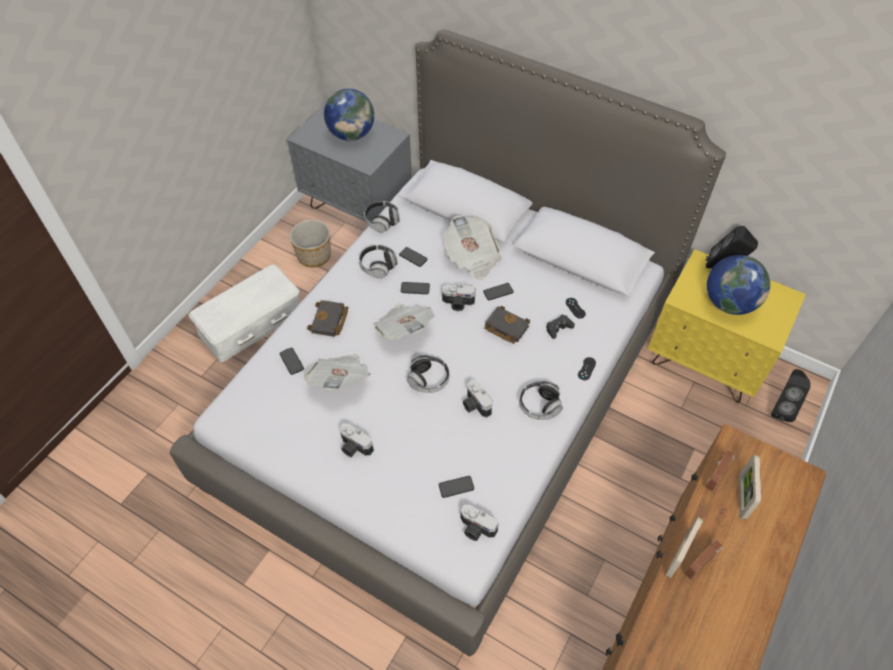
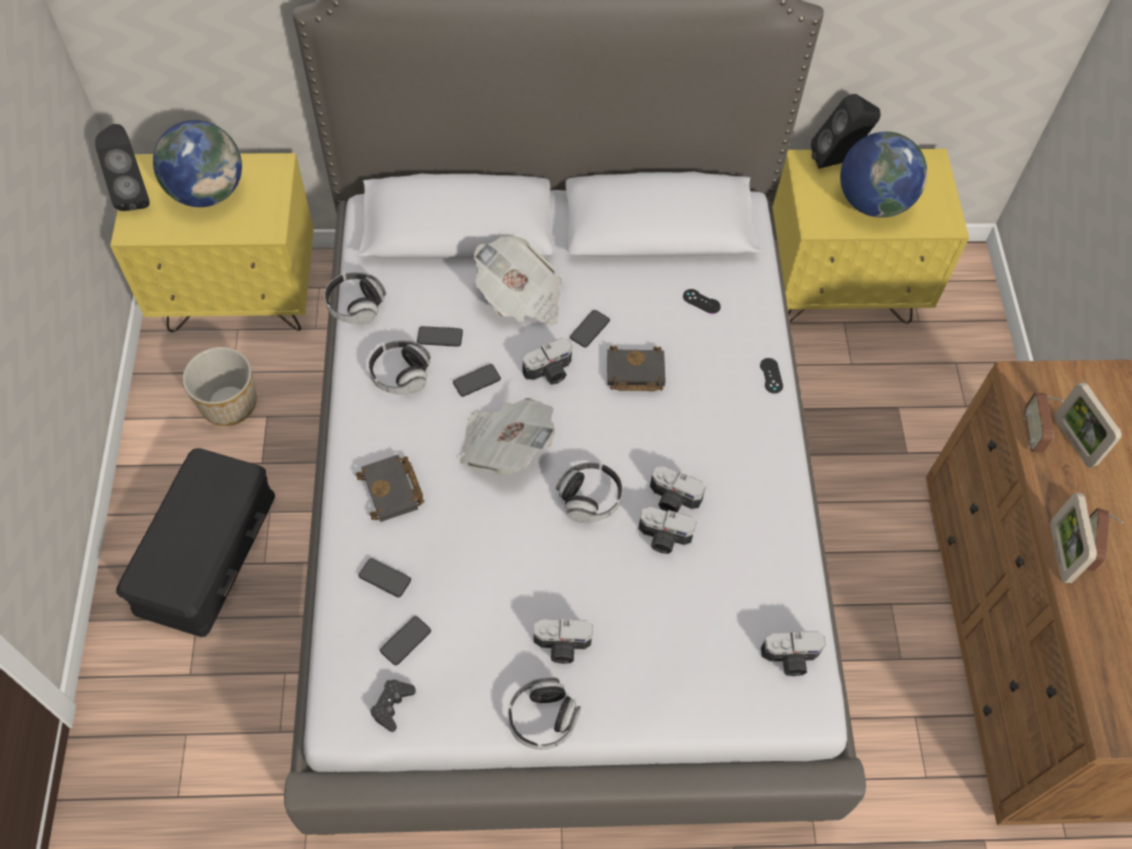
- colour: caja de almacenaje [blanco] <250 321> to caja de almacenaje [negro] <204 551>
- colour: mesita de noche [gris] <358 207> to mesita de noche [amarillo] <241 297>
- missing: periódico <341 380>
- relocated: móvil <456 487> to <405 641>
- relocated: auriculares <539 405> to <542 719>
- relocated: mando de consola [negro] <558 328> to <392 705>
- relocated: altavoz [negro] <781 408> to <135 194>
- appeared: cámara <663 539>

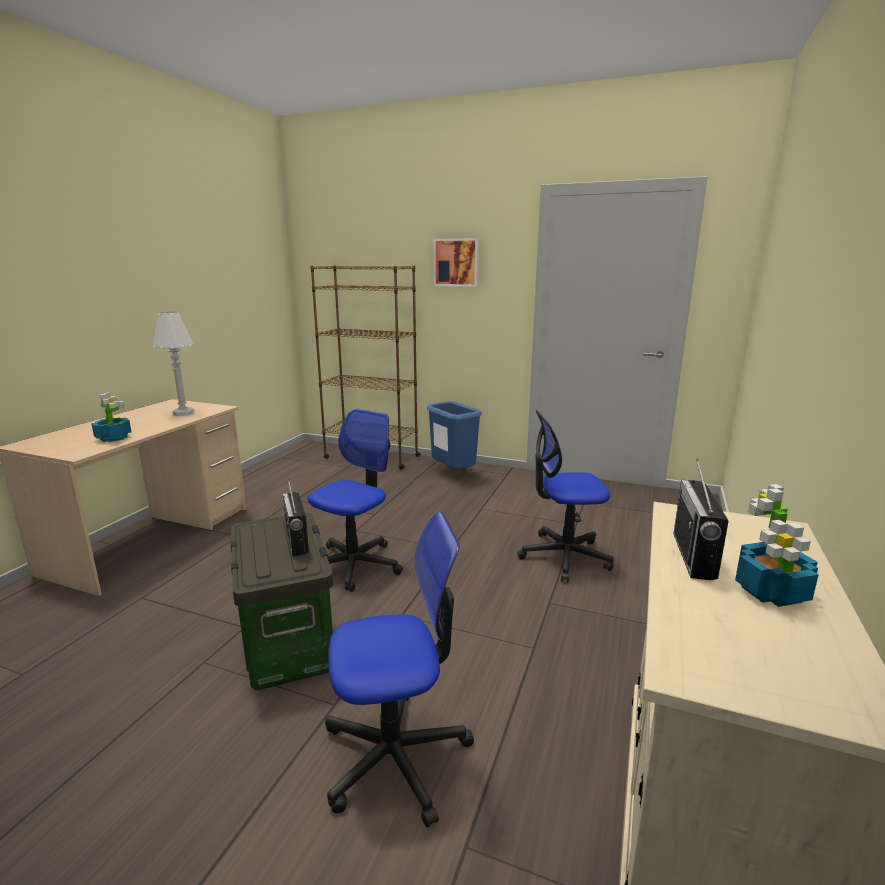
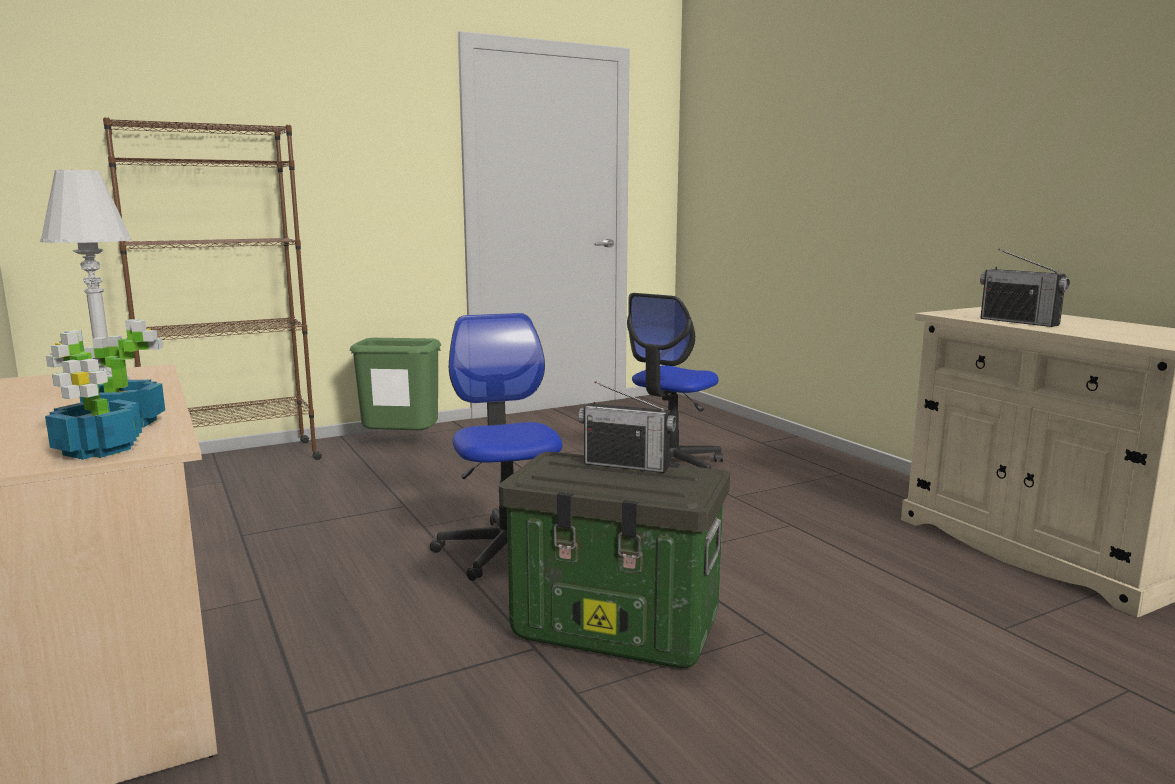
- missing: silla de oficina <395 756>
- colour: papelera [azul] <452 474> to papelera [verde] <400 445>
- missing: cuadro <456 262>
- relocated: planta en maceta <771 592> to <98 450>

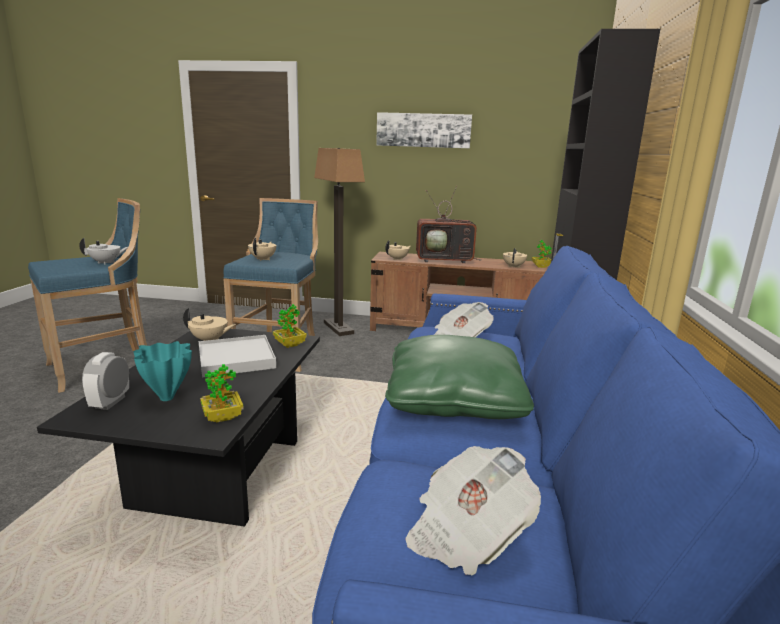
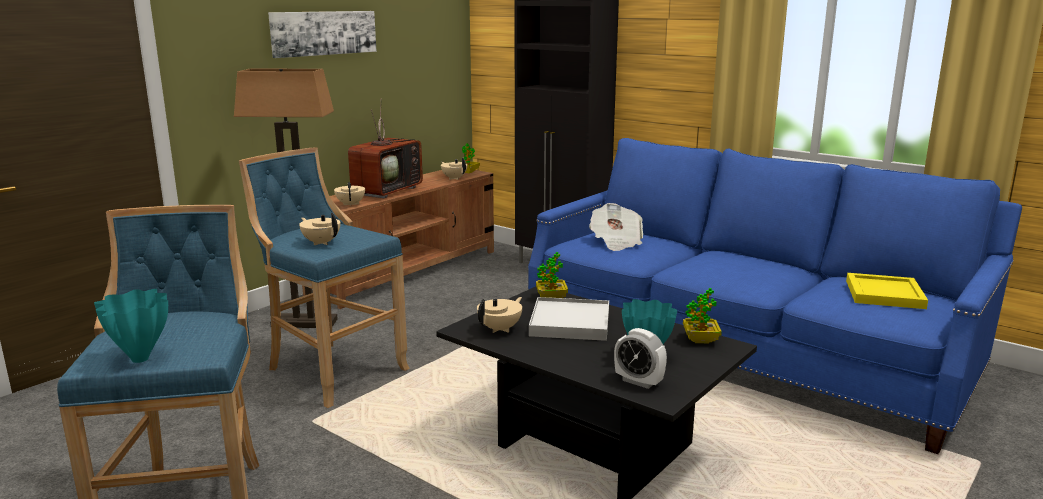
- missing: tetera [blanco] <106 263>
- missing: cojín [verde] <454 400>
- exchanged: periódico <466 533> to bandeja [amarillo] <885 294>
- appeared: florero [turquesa] <141 358>

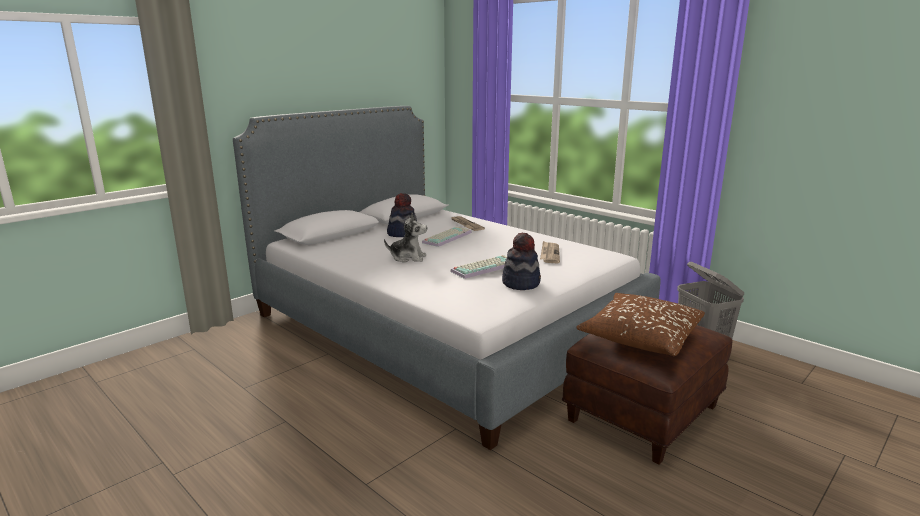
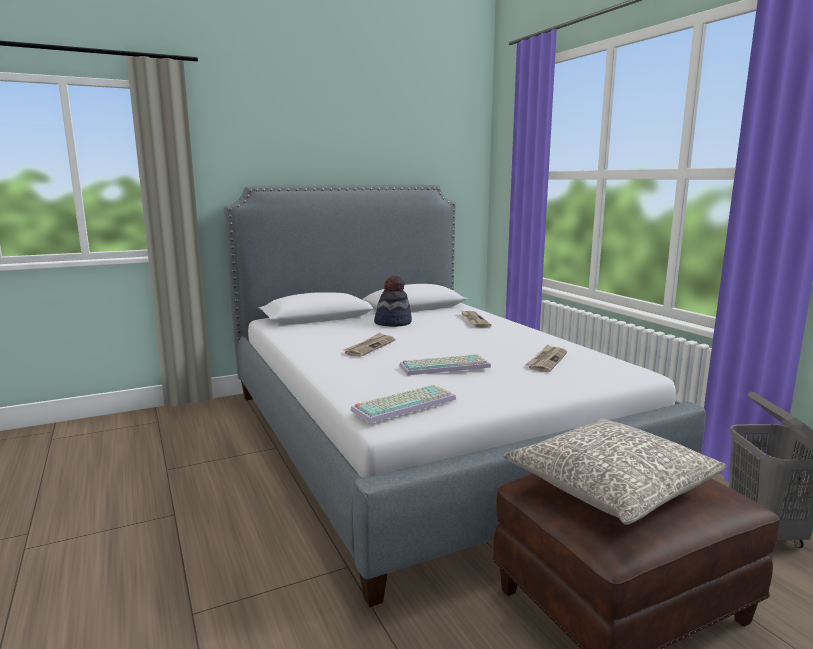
- exchanged: peluche <408 258> to periódico <370 347>
- relocated: teclado <447 237> to <404 404>
- missing: sombrero <521 283>
- colour: cojín [marrón] <641 336> to cojín [gris] <611 486>

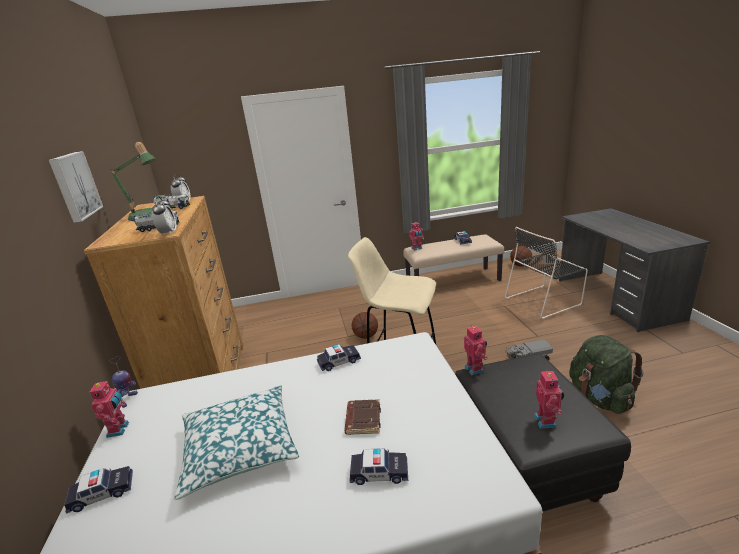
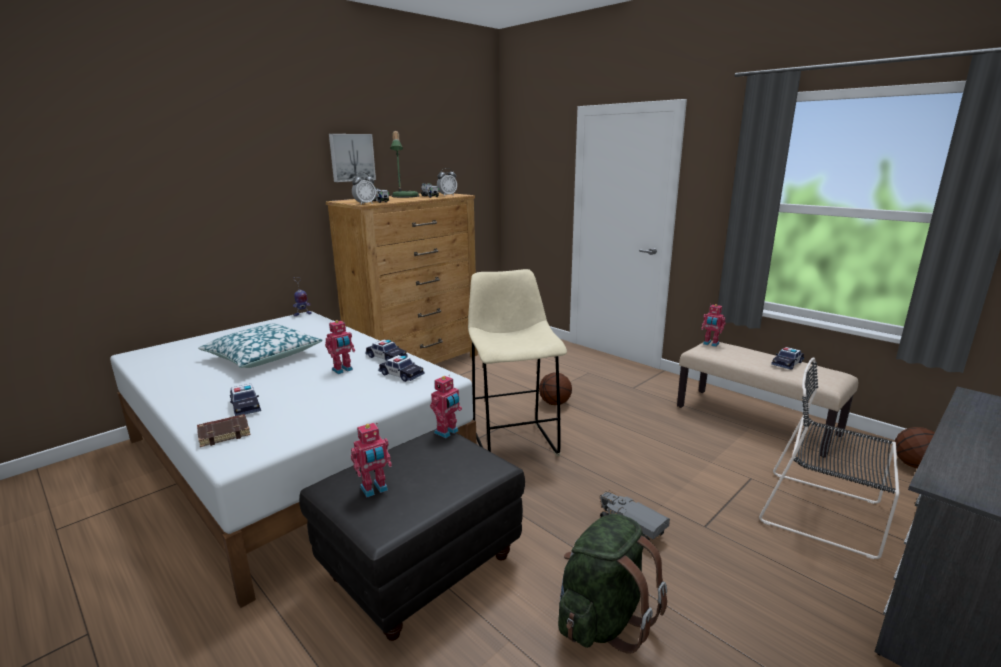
- relocated: coche de juguete <102 493> to <401 374>
- relocated: robot de juguete <119 429> to <343 370>
- relocated: libro [marrón] <362 419> to <224 433>

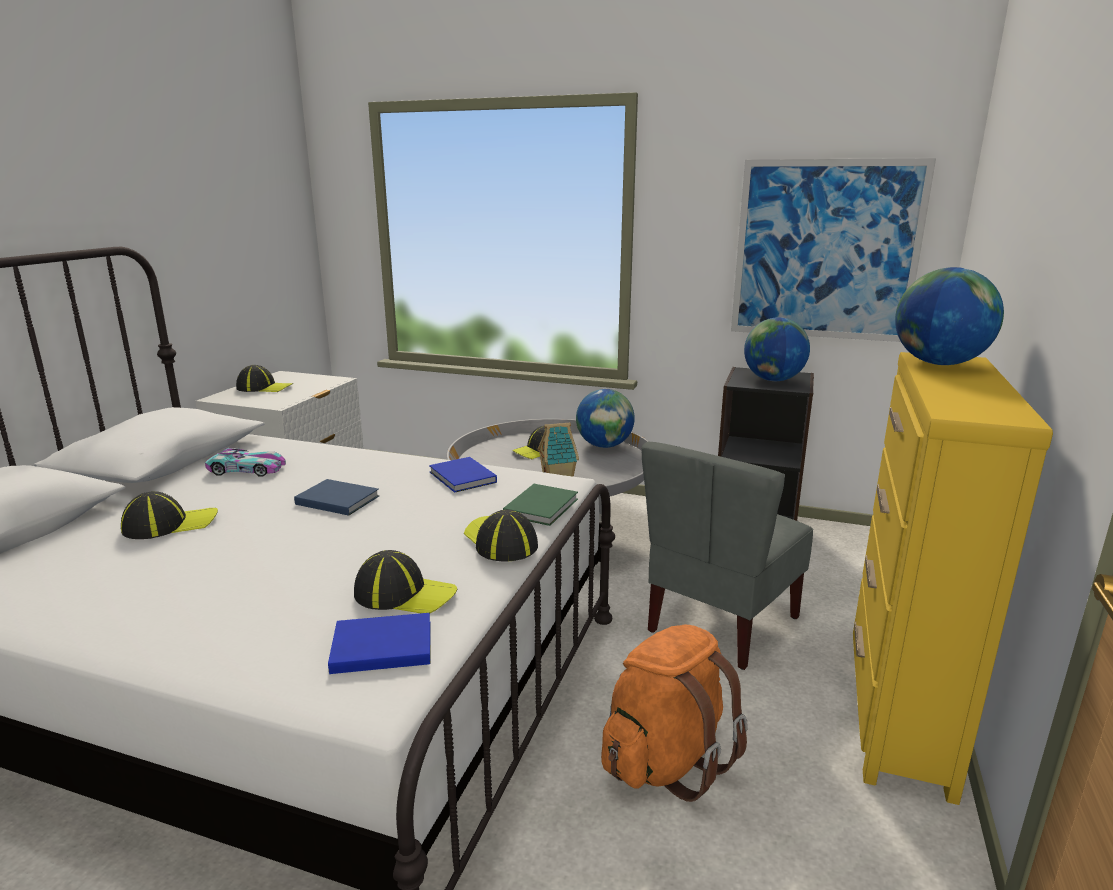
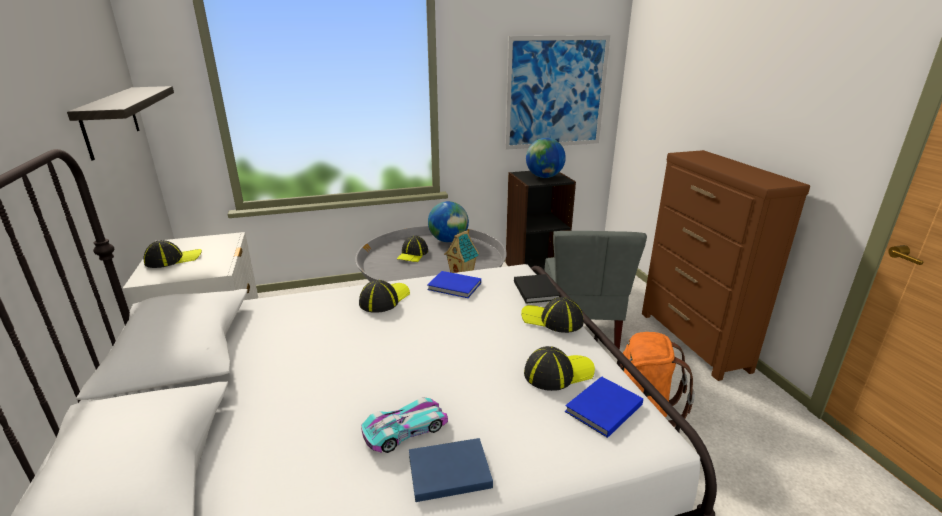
- relocated: gorra <170 524> to <384 299>
- relocated: coche de juguete <247 470> to <406 430>
- relocated: libro [azul] <336 499> to <447 471>
- colour: libro [verde] <543 507> to libro [negro] <536 290>
- colour: cómoda [amarillo] <897 710> to cómoda [marrón] <693 341>
- missing: globo terráqueo <938 364>
- appeared: estante <110 121>

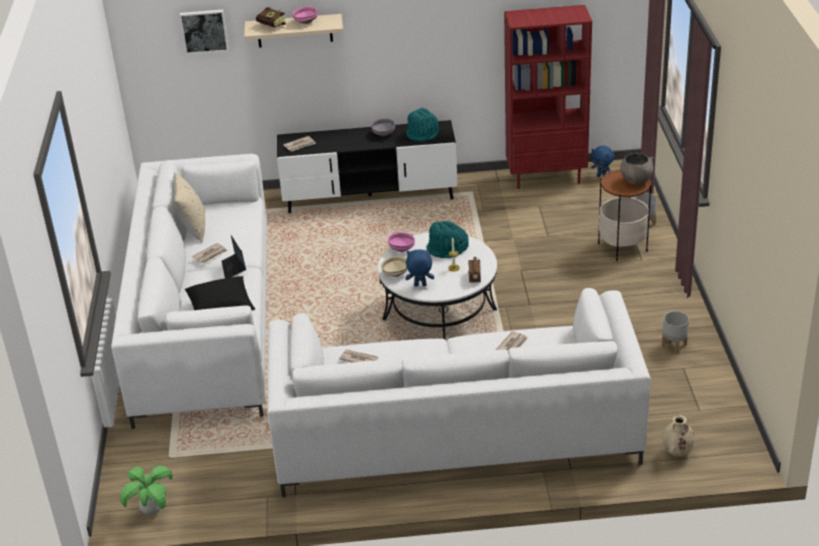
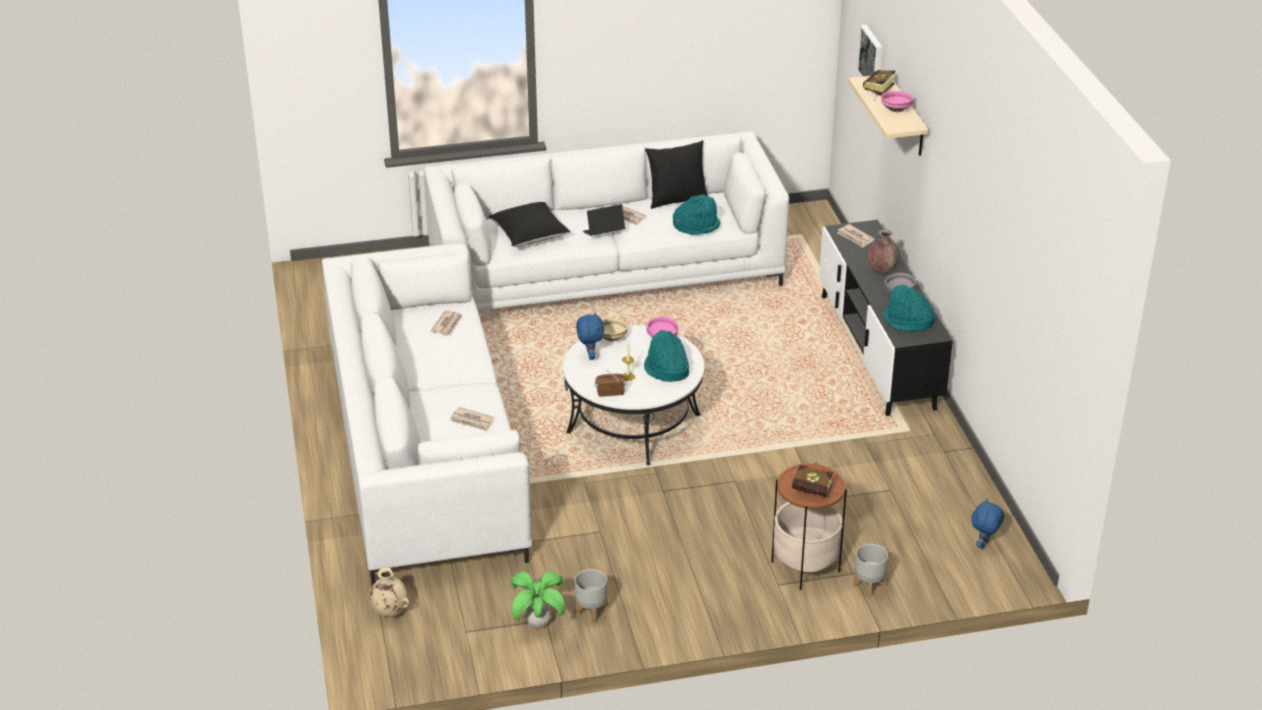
- relocated: planta en maceta <152 511> to <538 623>
- colour: cojín [beis] <192 229> to cojín [negro] <676 199>
- missing: estantería [rojo] <546 178>
- exchanged: cuenco [gris] <636 180> to libro <815 493>
- appeared: sombrero [turquesa] <696 225>
- appeared: florero [marrón] <881 271>

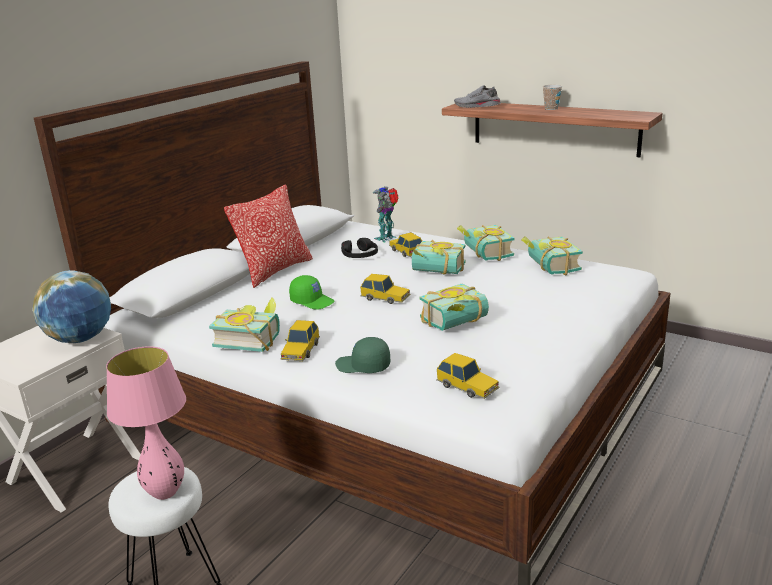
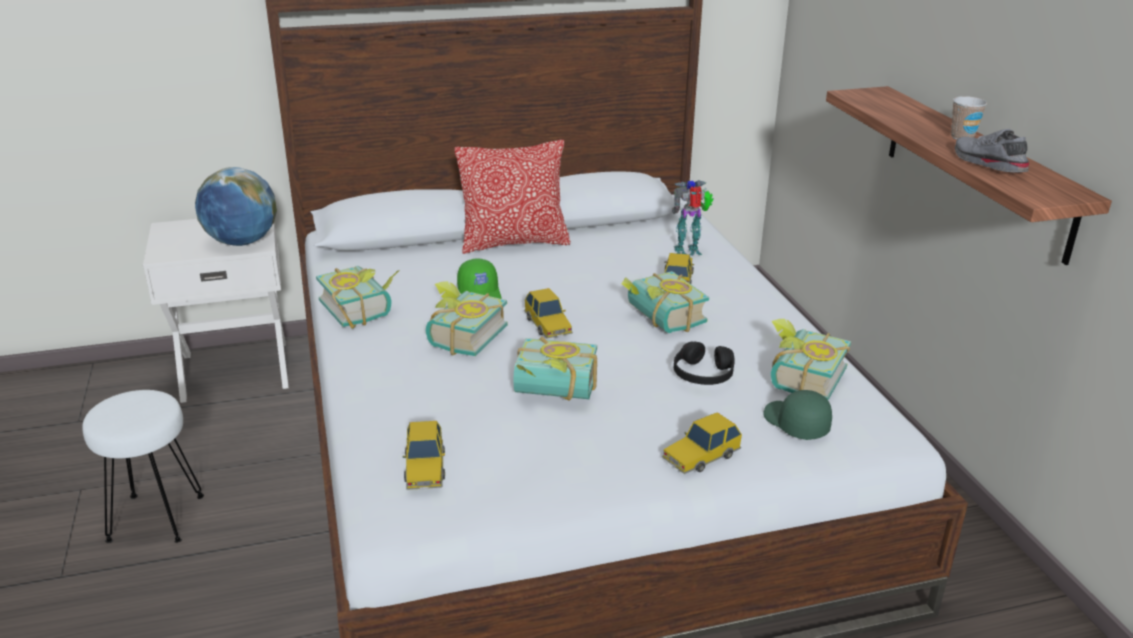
- missing: lámpara de mesa [rosa] <165 493>
- relocated: coche de juguete <300 350> to <701 456>
- relocated: gorra [verde] <363 366> to <795 424>
- relocated: auriculares [negro] <360 255> to <703 374>
- relocated: zapato [gris] <476 107> to <987 163>
- relocated: libro <483 254> to <461 337>

